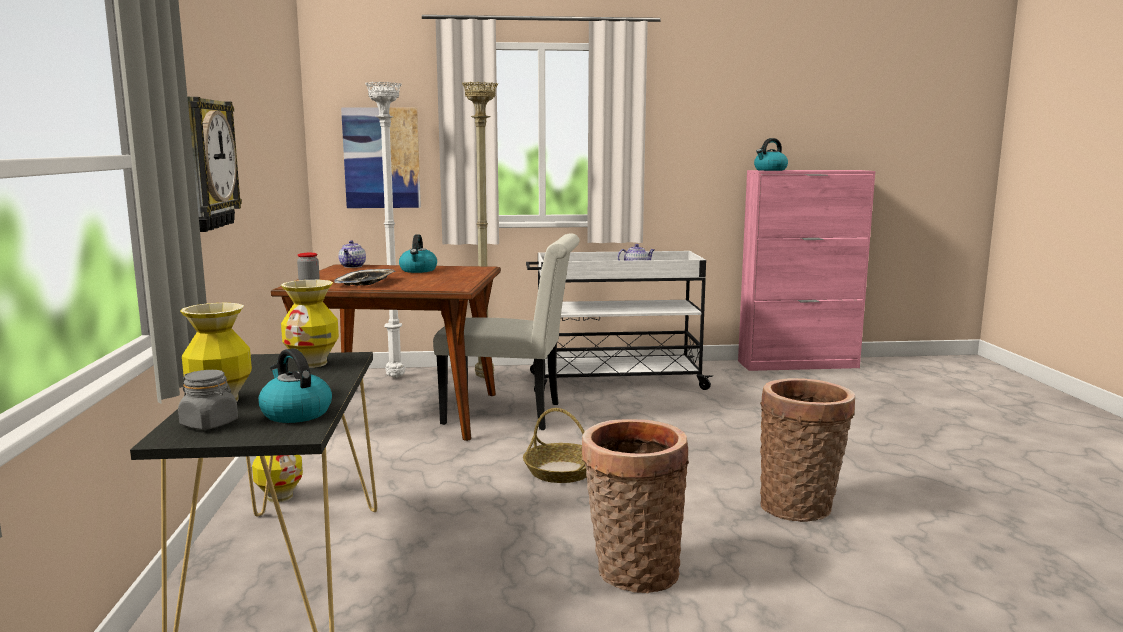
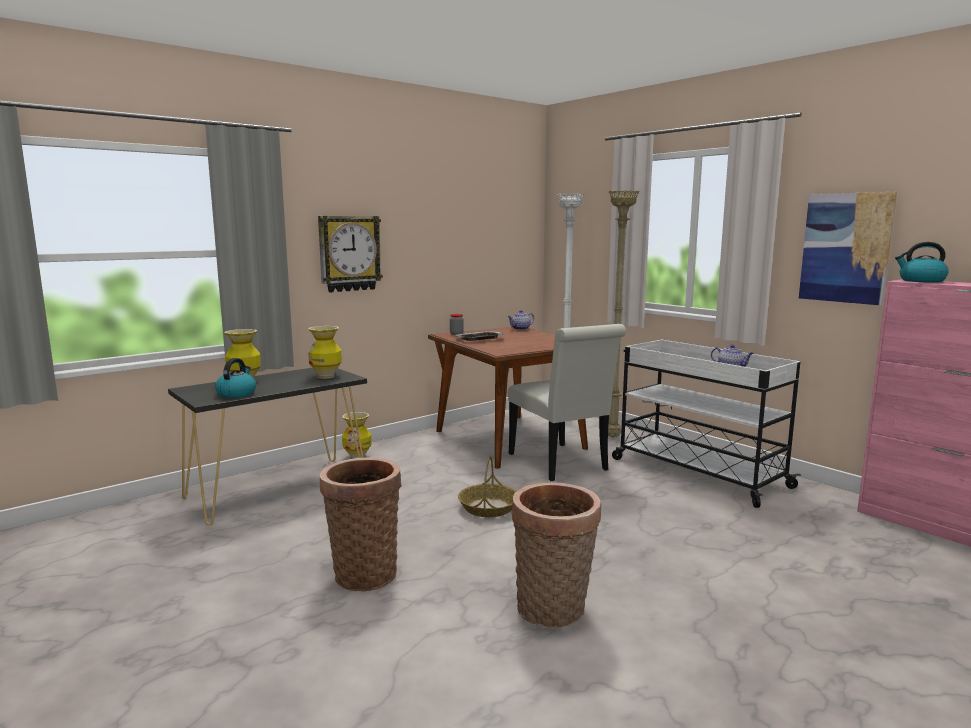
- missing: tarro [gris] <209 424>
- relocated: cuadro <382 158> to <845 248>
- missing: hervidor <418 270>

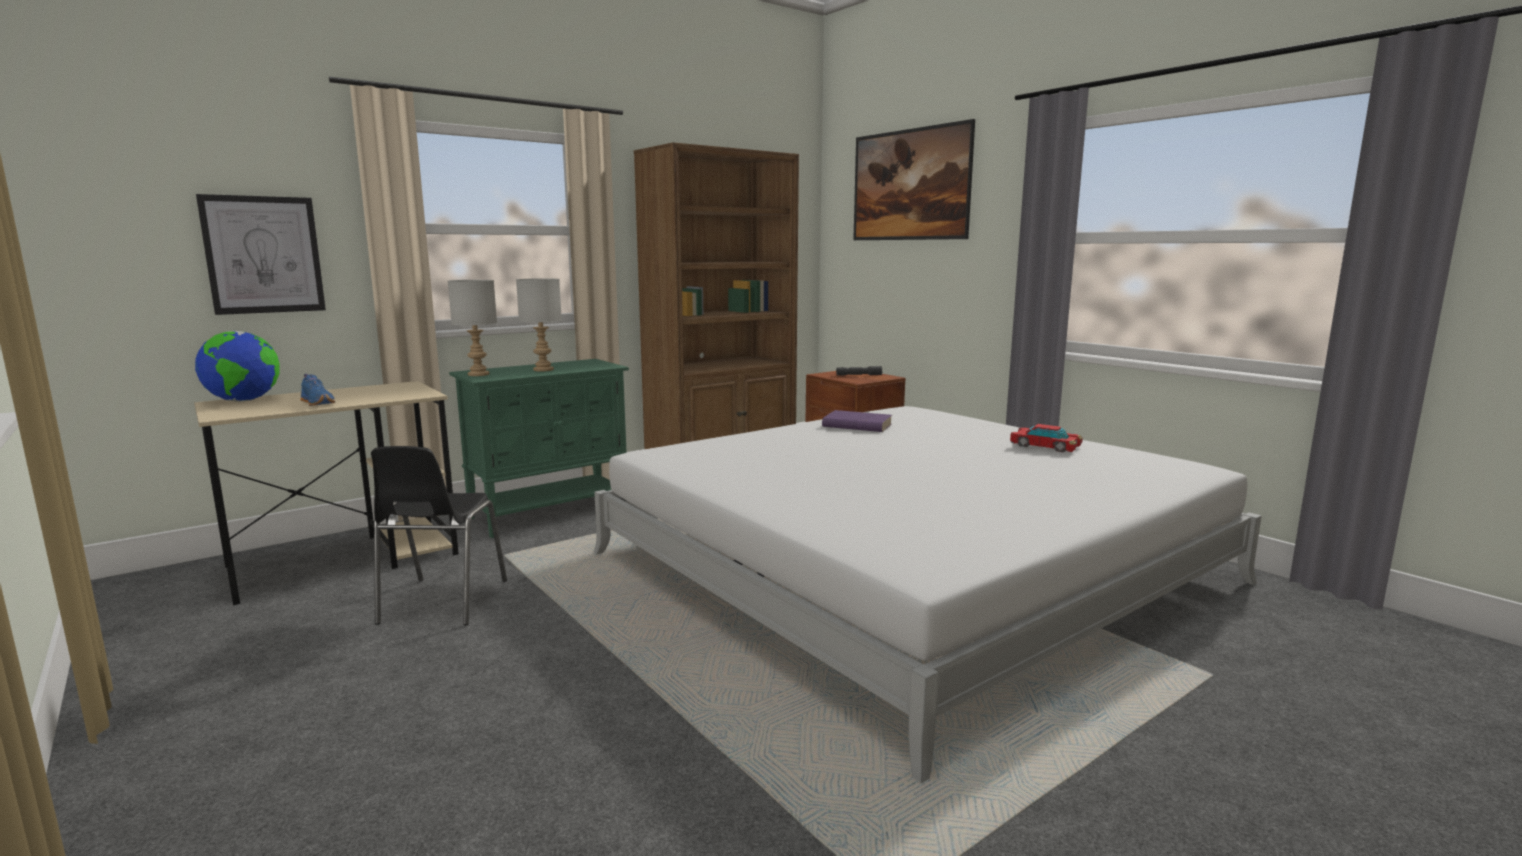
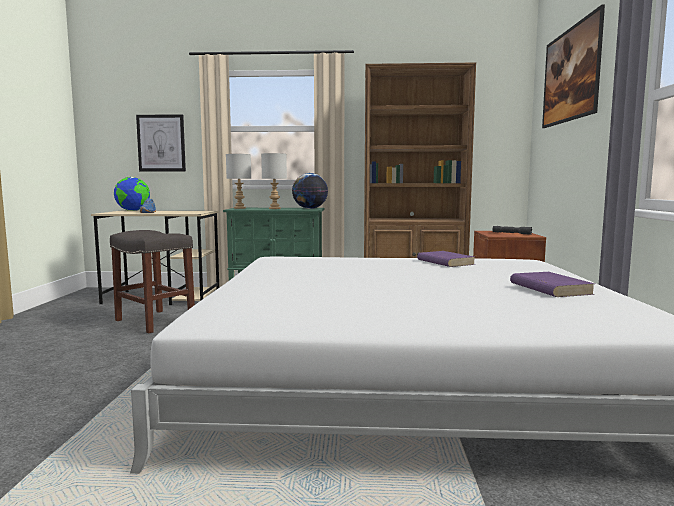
- exchanged: silla [negro] <441 603> to taburete [gris] <154 321>
- exchanged: coche de juguete <1045 445> to libro [morado] <549 288>
- appeared: globo terráqueo <310 208>

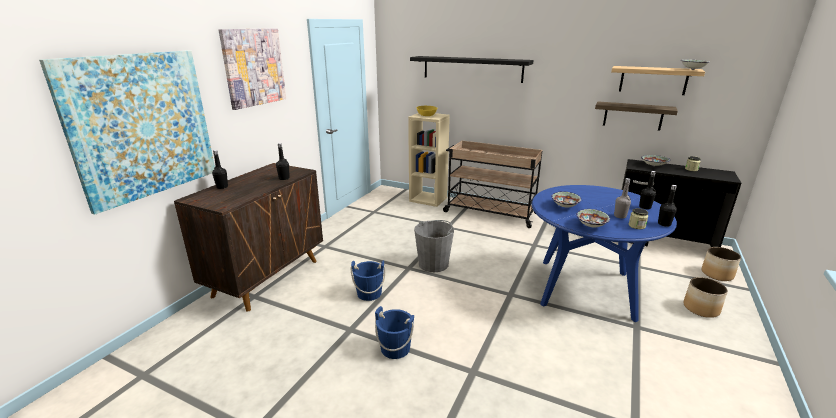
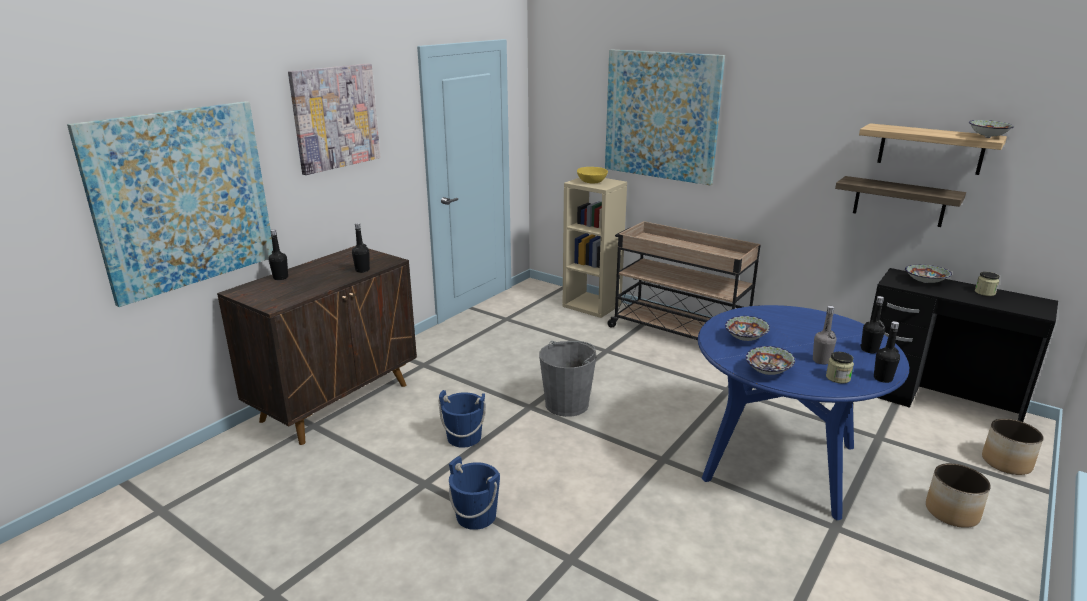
- exchanged: estante [negro] <472 69> to cuadro <661 116>

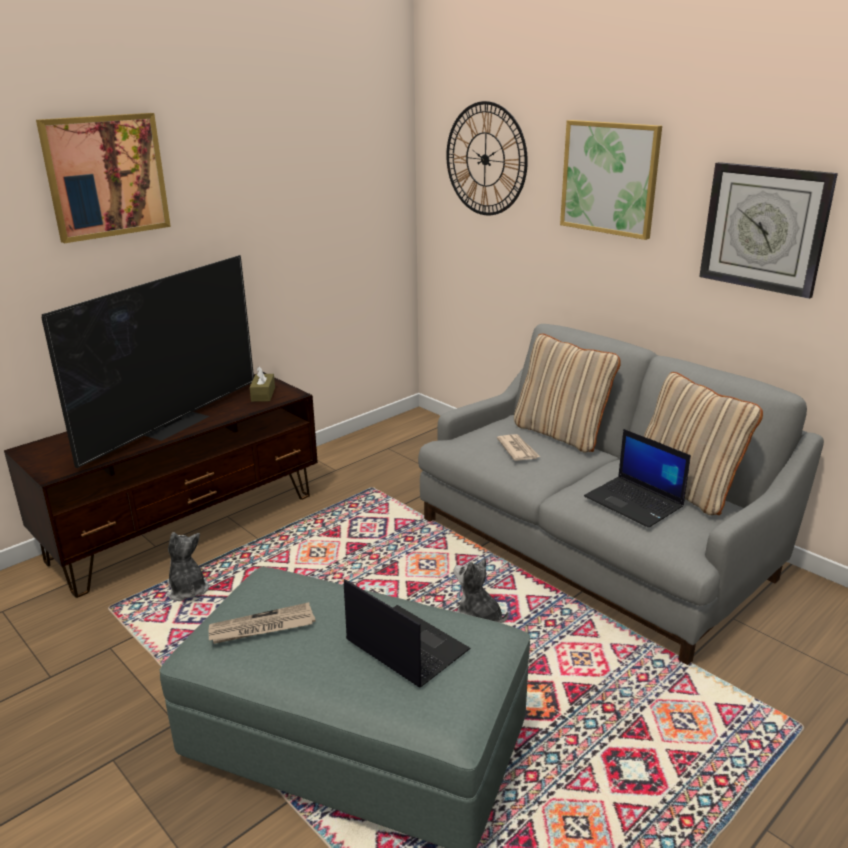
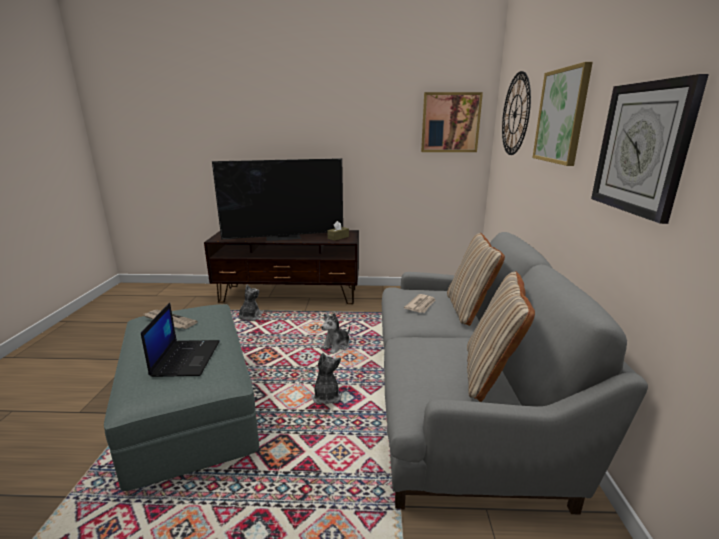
- relocated: cuadro <106 176> to <450 122>
- missing: portátil <635 502>
- appeared: peluche <336 346>

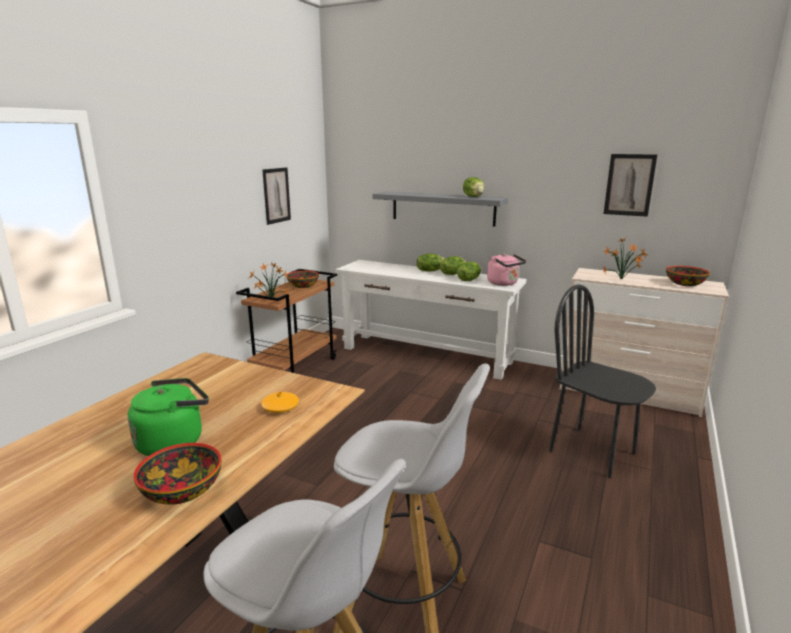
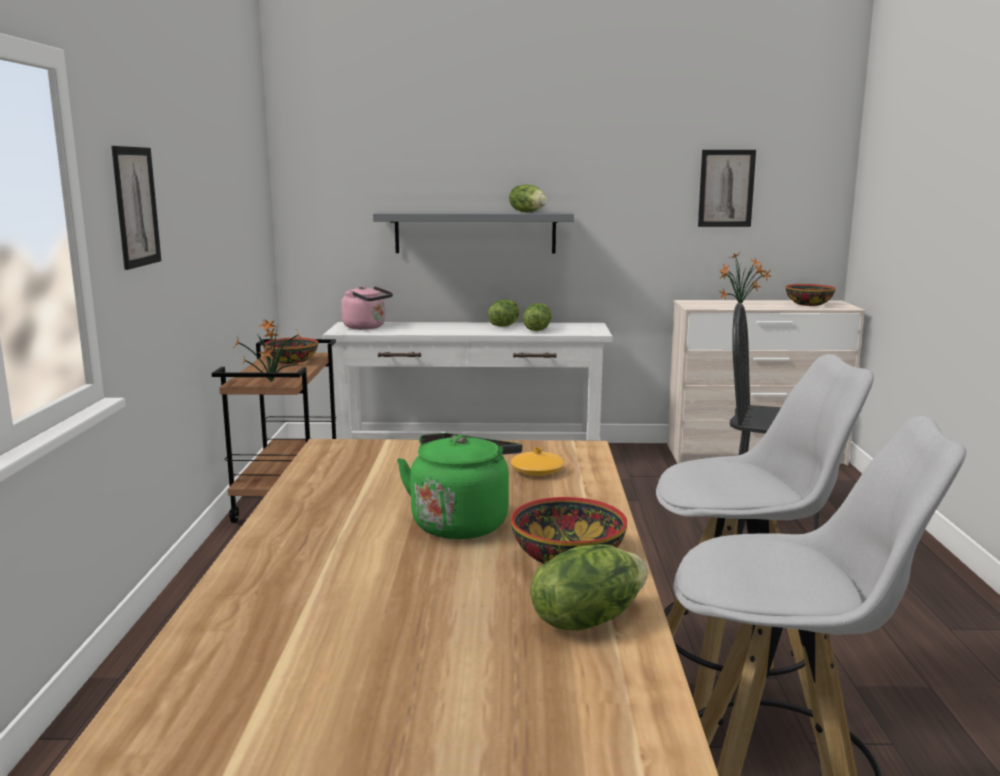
- relocated: cuadro <276 195> to <136 207>
- relocated: lechuga <430 271> to <587 619>
- relocated: hervidor [rosa] <504 283> to <367 327>

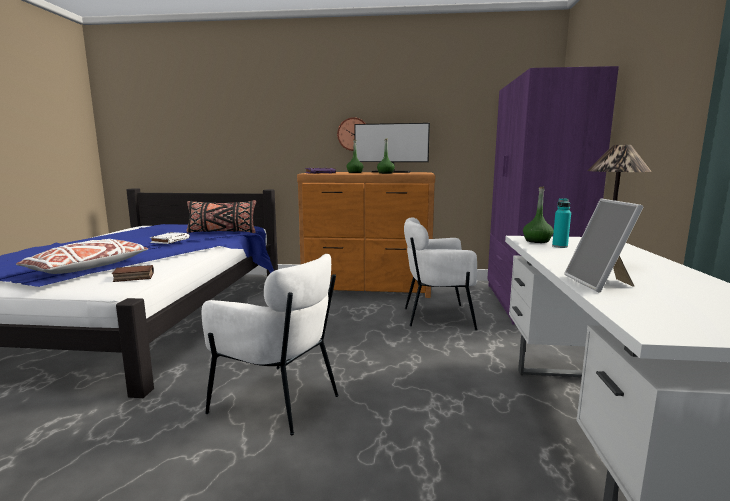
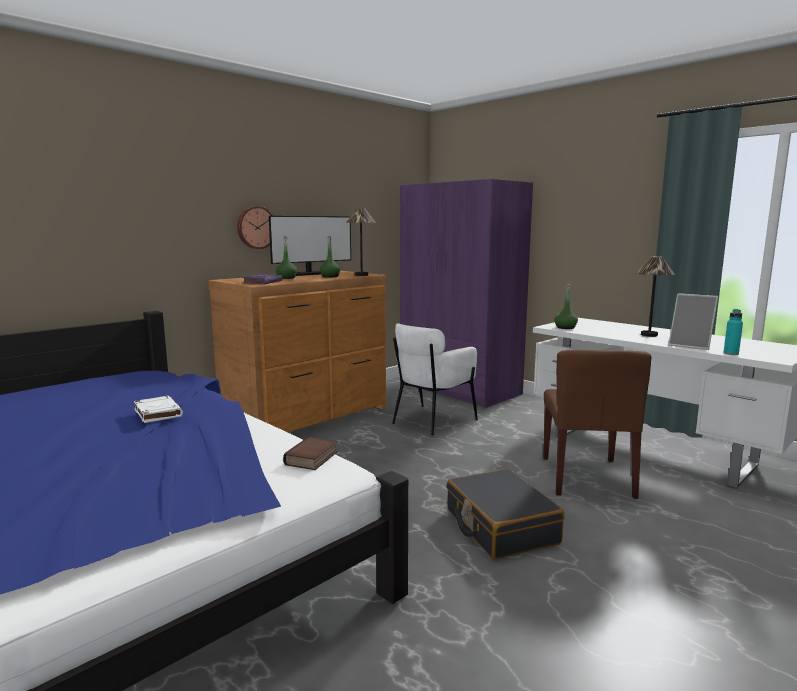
- missing: cojín [blanco] <88 267>
- missing: cojín [negro] <222 232>
- exchanged: sillón [blanco] <279 401> to maleta [negro] <500 526>
- relocated: botella [turquesa] <559 246> to <731 353>
- appeared: lámpara de mesa <362 275>
- appeared: silla [marrón] <587 477>

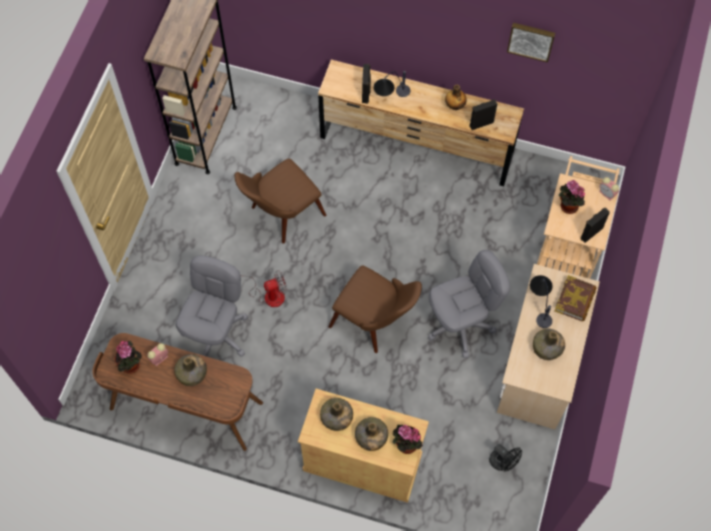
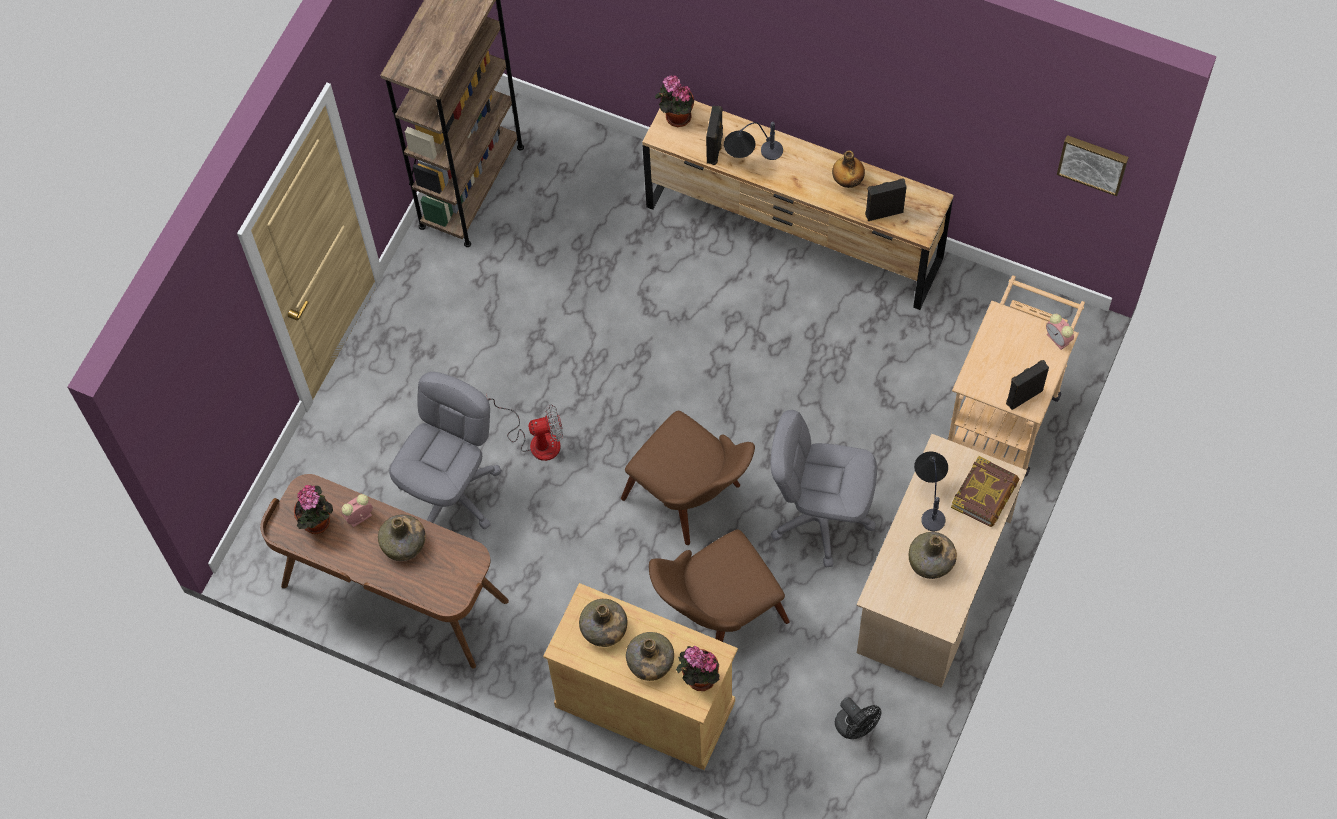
- relocated: silla [marrón] <280 216> to <715 615>
- spun: silla de oficina [gris] <460 325> = <821 517> 150 degrees counterclockwise
- relocated: cuadro <531 40> to <1093 162>
- relocated: planta en maceta <567 206> to <675 117>

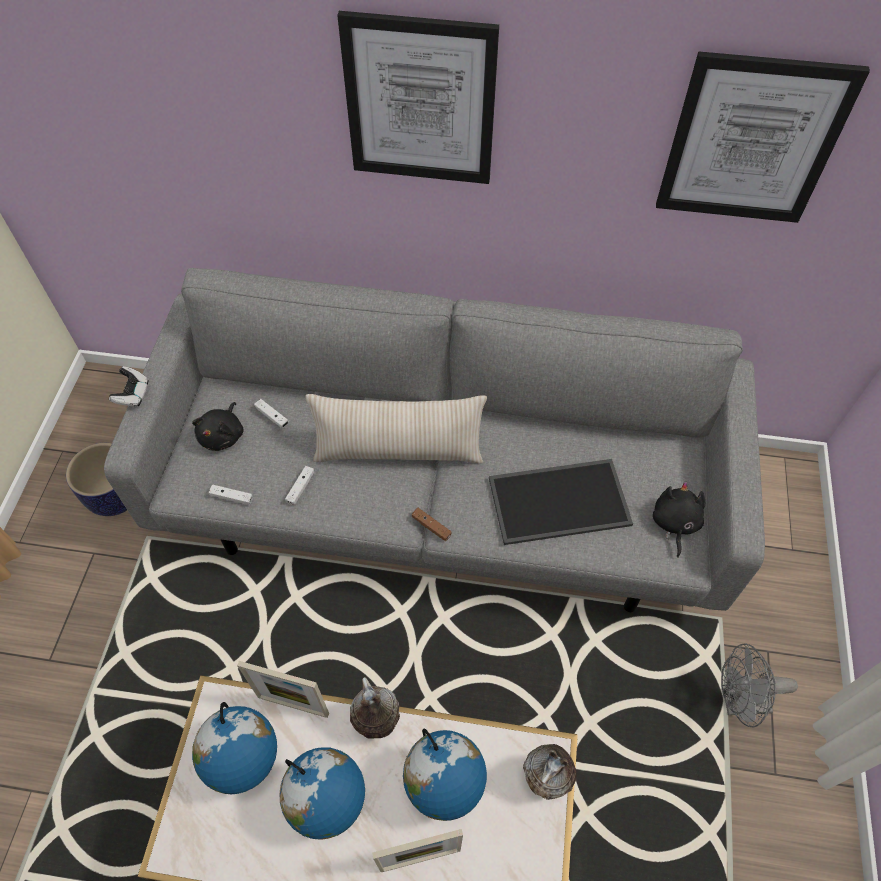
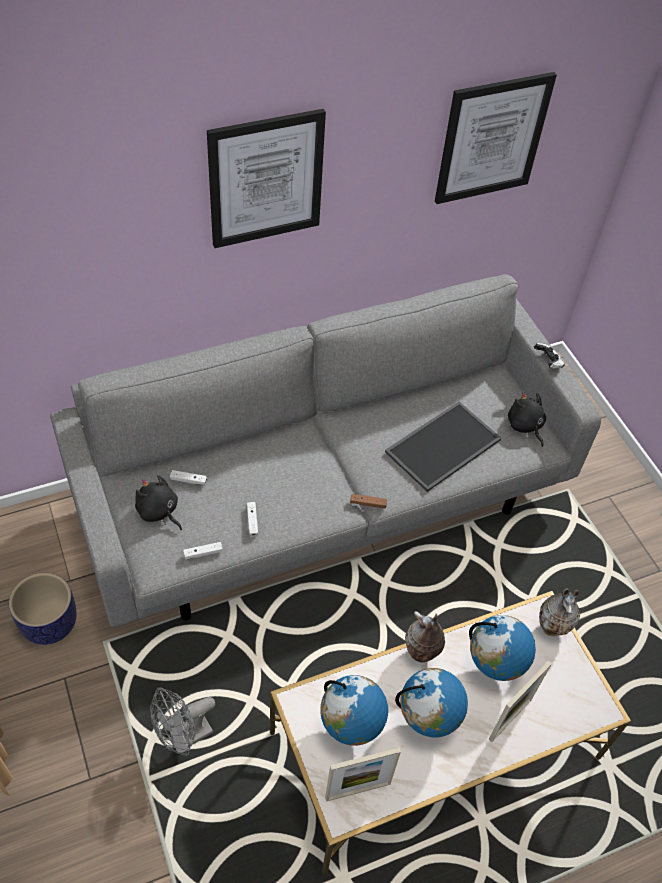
- relocated: mando de consola <133 394> to <548 362>
- spun: peluche [negro] <223 435> = <159 512> 150 degrees clockwise
- relocated: portarretratos <293 705> to <357 790>
- missing: cojín [beis] <398 451>
- relocated: ventilador [gris] <738 702> to <184 738>

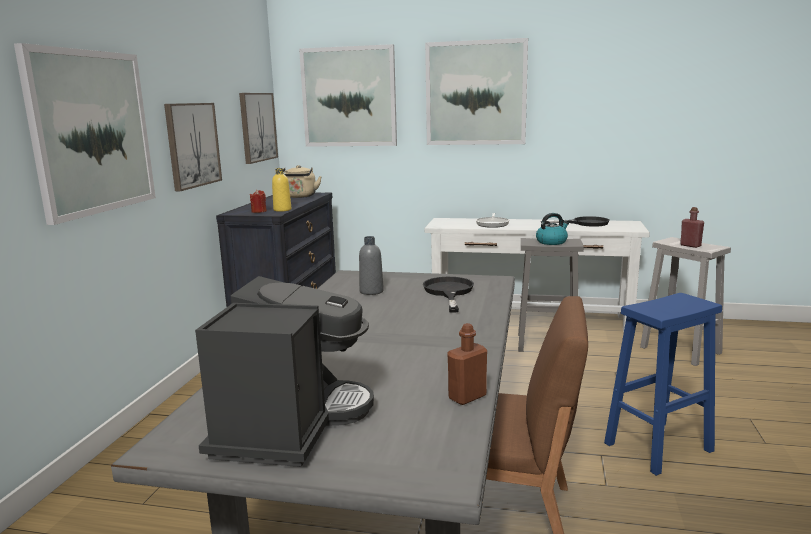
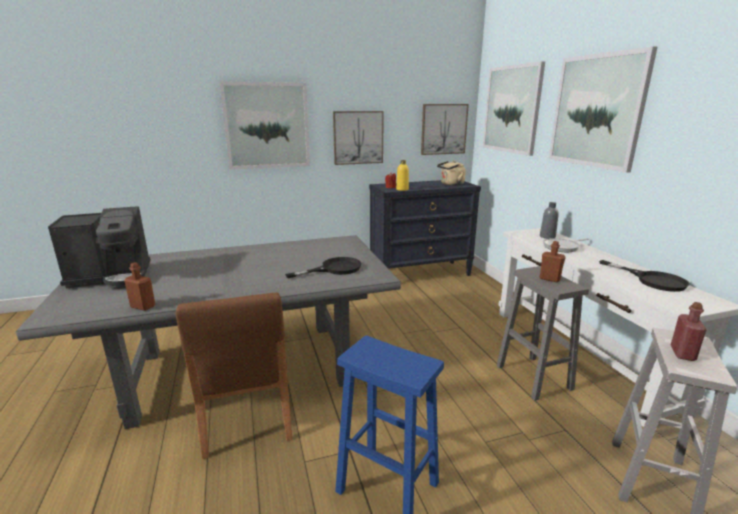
- relocated: botella [gris] <371 291> to <547 237>
- exchanged: hervidor <551 242> to botella [marrón] <549 279>

